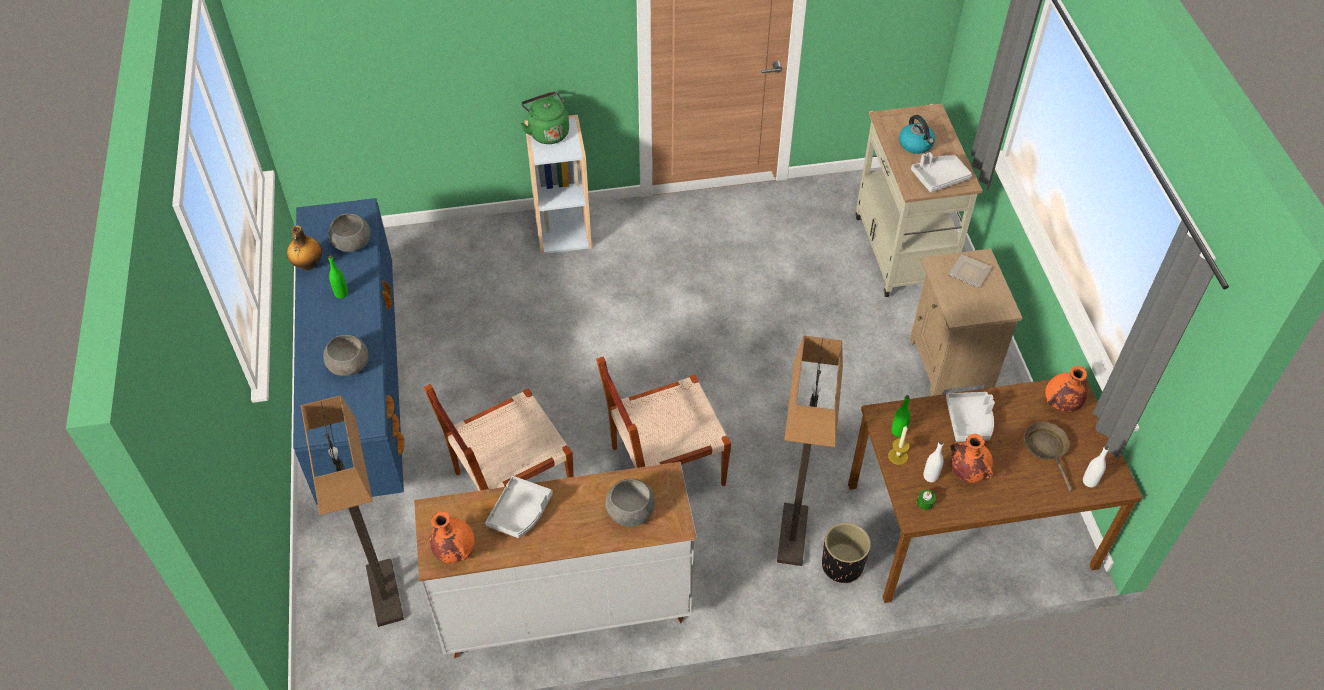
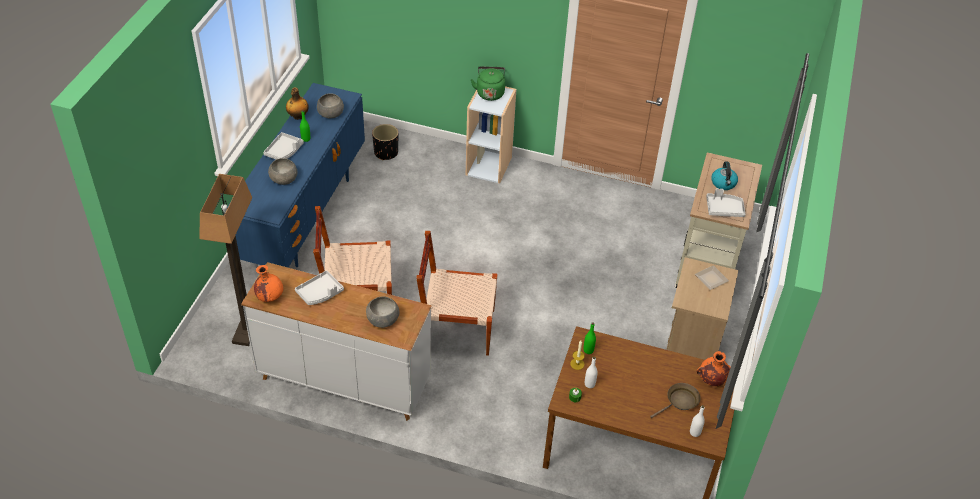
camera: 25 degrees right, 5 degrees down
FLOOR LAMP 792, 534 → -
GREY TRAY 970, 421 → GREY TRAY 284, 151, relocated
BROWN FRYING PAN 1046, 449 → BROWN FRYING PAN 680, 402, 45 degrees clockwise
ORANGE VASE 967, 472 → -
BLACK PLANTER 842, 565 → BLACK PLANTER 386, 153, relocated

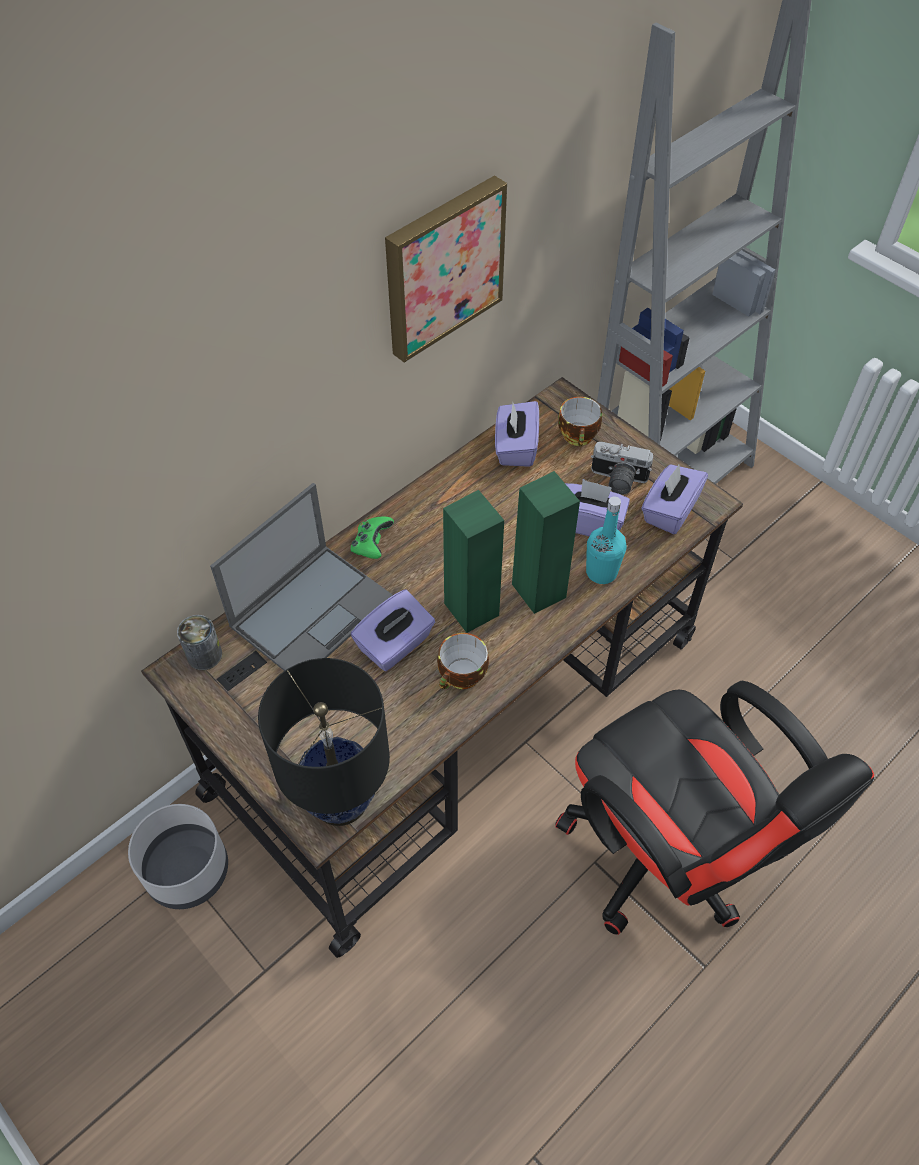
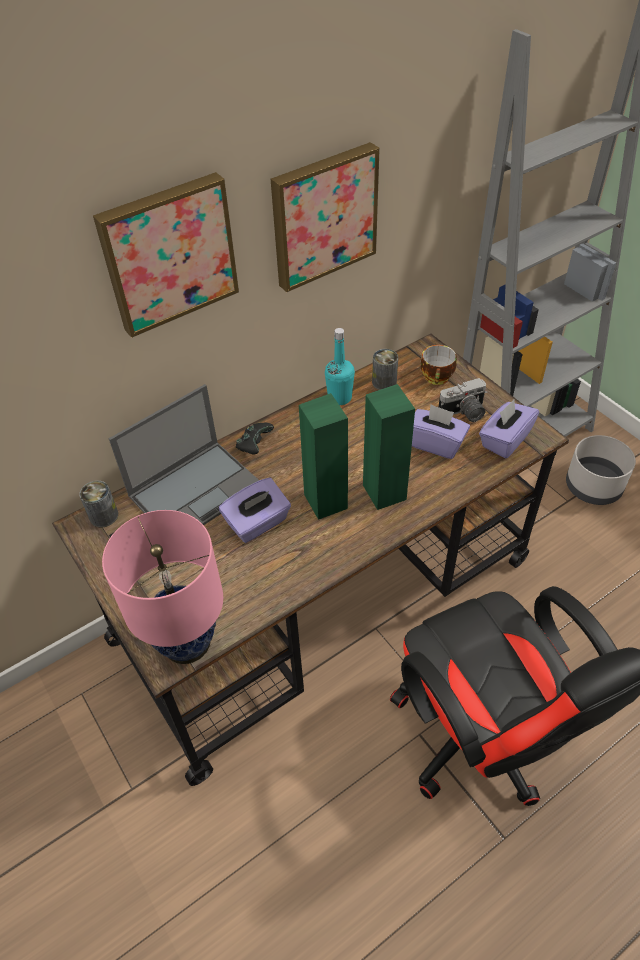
camera: 10 degrees right, 5 degrees down
PURPLE TISSUE BOX 515, 447 → CAN 384, 382
PHOTO CAMERA 617, 480 → PHOTO CAMERA 464, 413, 45 degrees counterclockwise
TURQUOISE BOTTLE 601, 572 → TURQUOISE BOTTLE 339, 397, relocated
GREEN GAME CONTROLLER 372, 545 → BLACK GAME CONTROLLER 254, 445
CUP 462, 677 → -
BLACK TABLE LAMP 340, 800 → PINK TABLE LAMP 187, 642
GREY PLANTER 188, 870 → GREY PLANTER 594, 486, relocated
- → PICTURE 168, 253

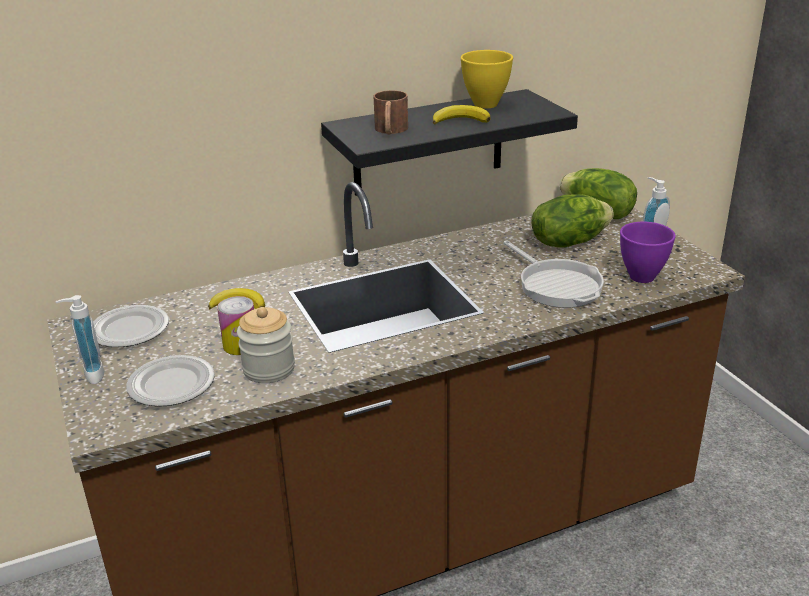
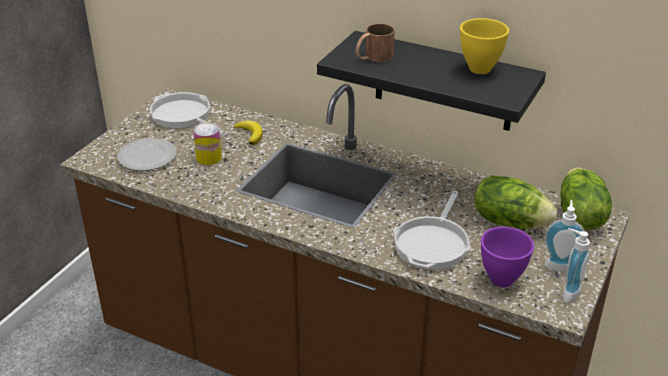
camera: 50 degrees right, 5 degrees up
BANANA 460, 120 → -
SOAP DISPENSER 90, 375 → SOAP DISPENSER 567, 291, relocated
PLATE 130, 330 → FRYING PAN 183, 116
JAR 269, 369 → -

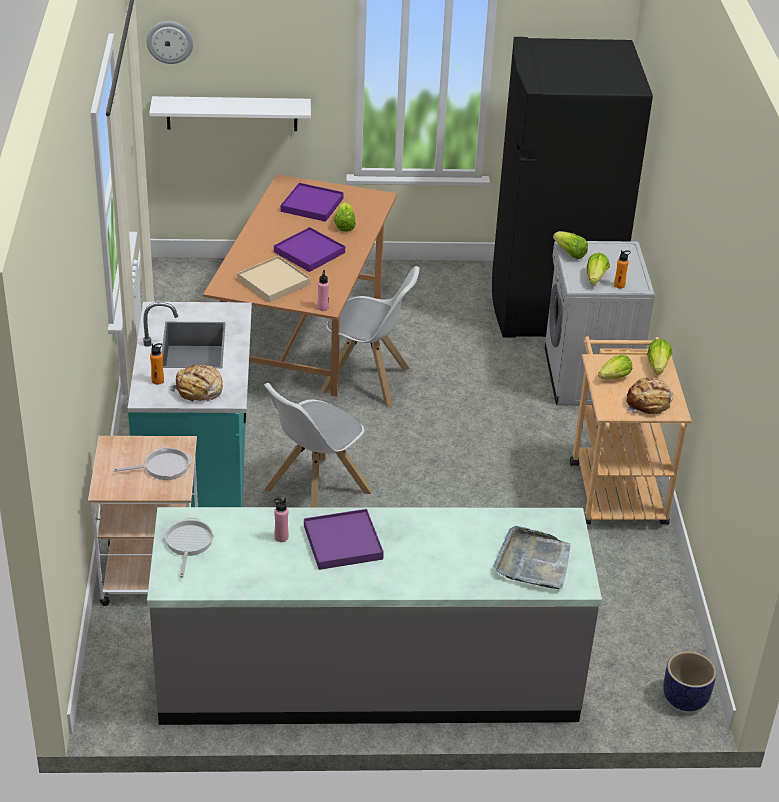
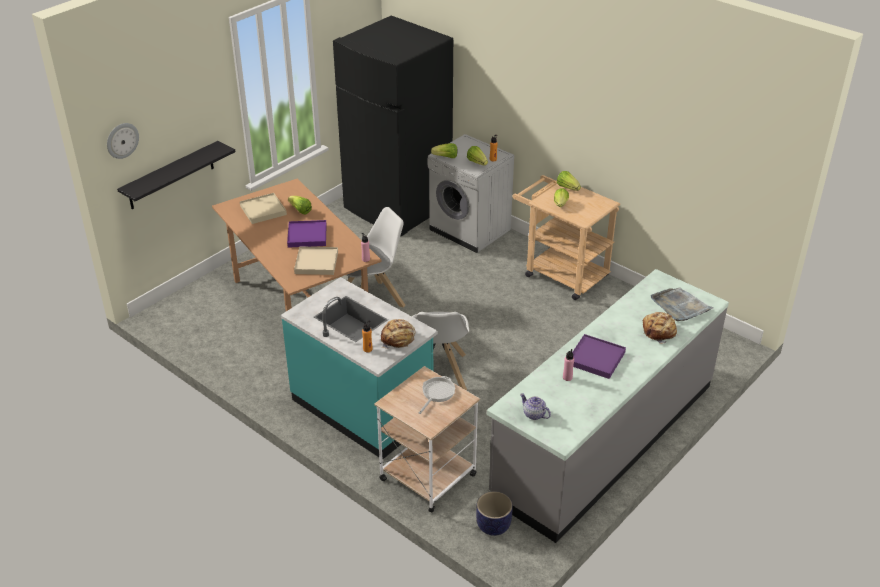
camera: 45 degrees left, 0 degrees up
WHITE SHELF 232, 113 → BLACK SHELF 171, 176
PURPLE TRAY 312, 205 → BEIGE TRAY 263, 210
BREAD 648, 403 → BREAD 659, 331, relocated
FRYING PAN 188, 543 → TEAPOT 534, 414
PLANTER 685, 698 → PLANTER 493, 525, relocated

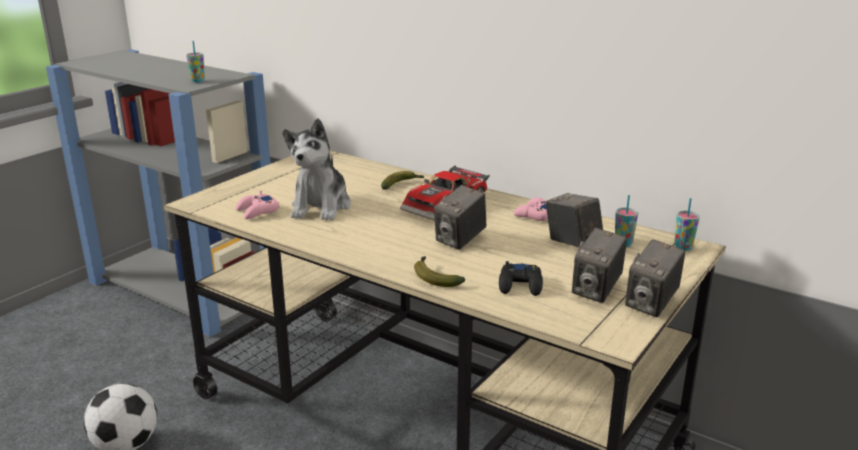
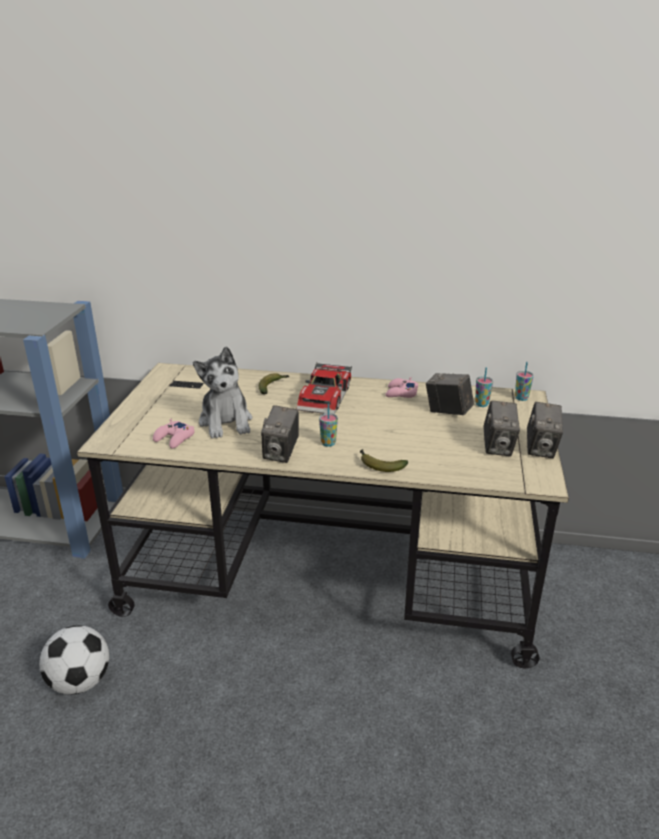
camera: 25 degrees left, 5 degrees up
CUP 198, 81 → CUP 328, 443, relocated
PHOTO CAMERA 460, 240 → PHOTO CAMERA 281, 453, relocated
BLACK GAME CONTROLLER 520, 285 → -

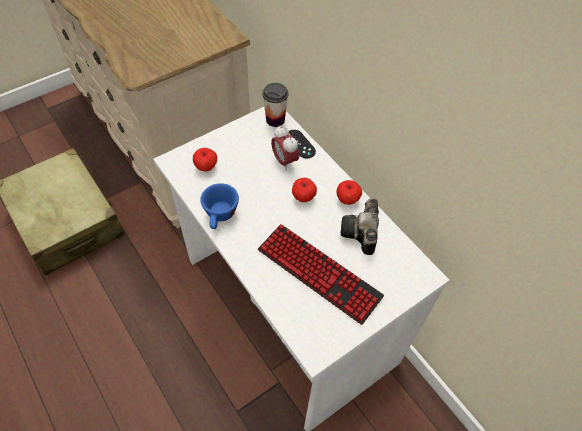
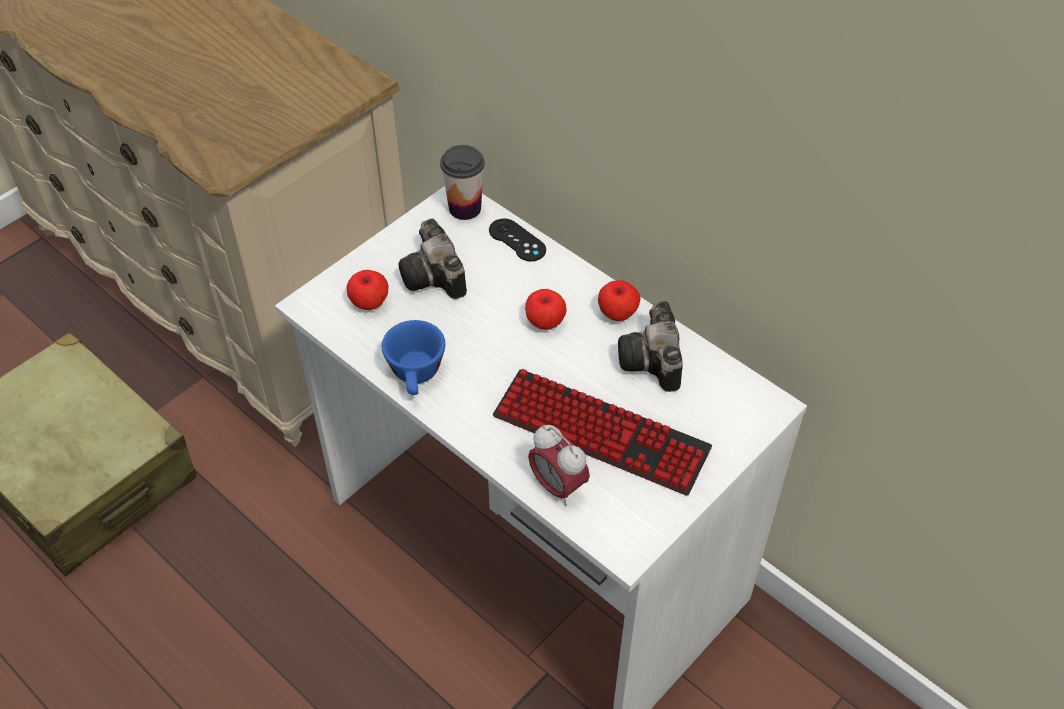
camera: 10 degrees left, 5 degrees down
ALARM CLOCK 284, 161 → ALARM CLOCK 557, 486, relocated
- → PHOTO CAMERA 435, 278

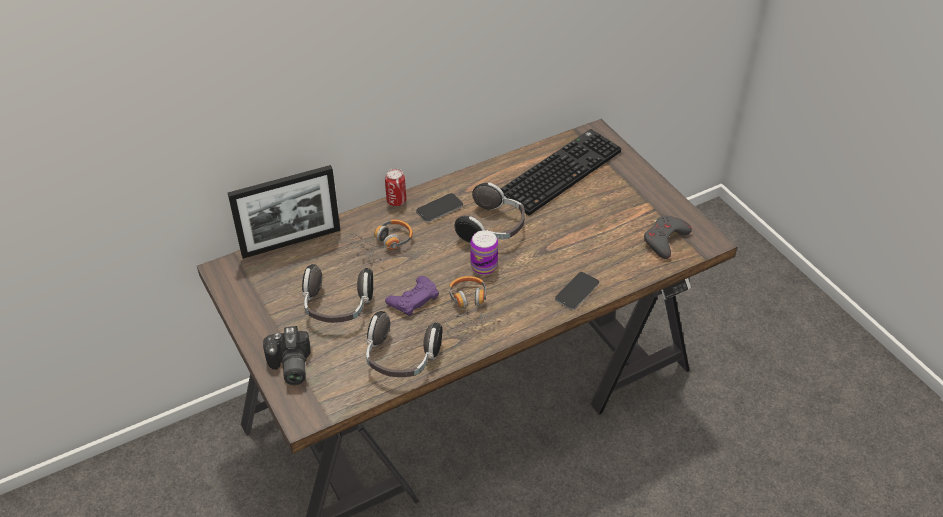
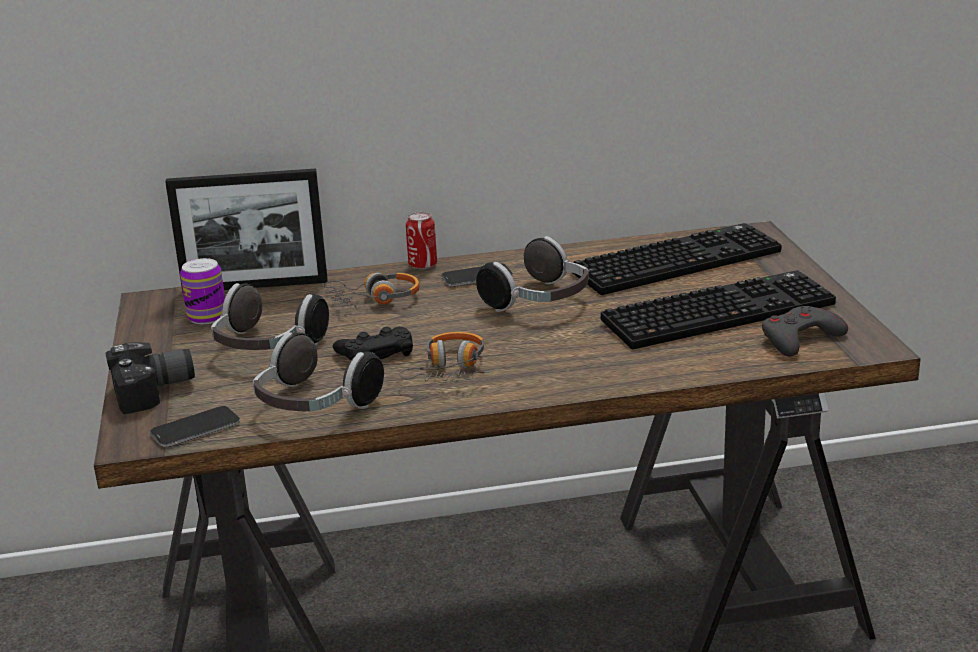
camera: 20 degrees right, 20 degrees down
CAN 484, 266 → CAN 207, 317, relocated
PHONE 577, 291 → PHONE 195, 428, relocated
PURPLE GAME CONTROLLER 413, 299 → BLACK GAME CONTROLLER 376, 352
PHOTO CAMERA 289, 367 → PHOTO CAMERA 155, 393, 120 degrees counterclockwise
- → KEYBOARD 718, 311

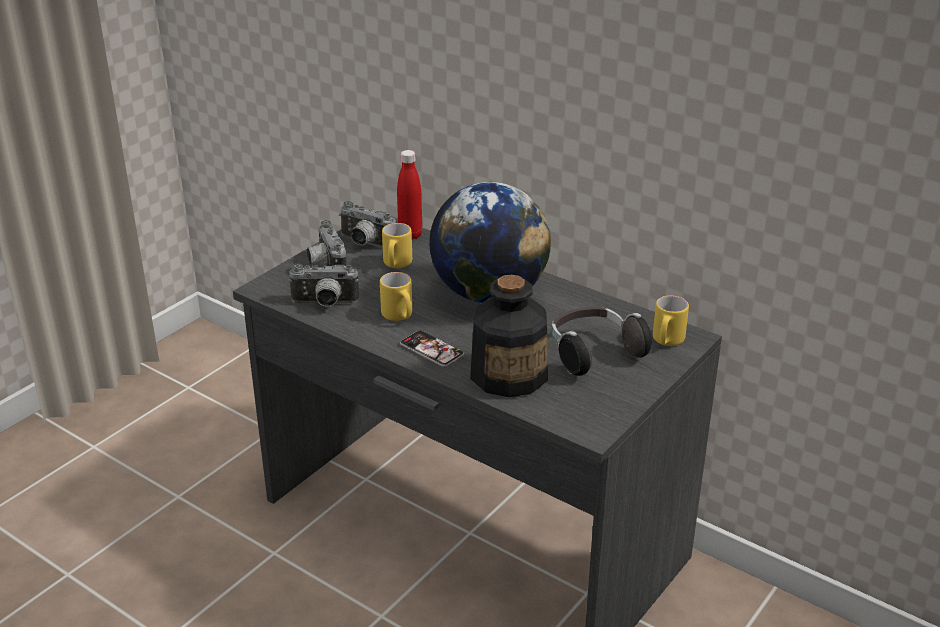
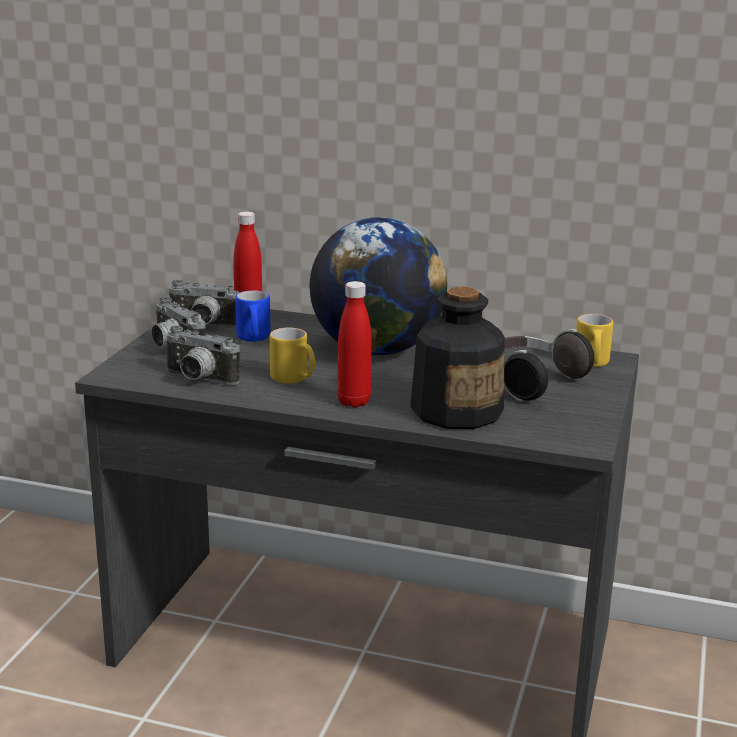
camera: 20 degrees left, 10 degrees down
YELLOW MUG 396, 265 → BLUE MUG 253, 339
PHOTO CAMERA 324, 304 → PHOTO CAMERA 198, 380, 45 degrees clockwise
PHONE 431, 350 → RED BOTTLE 354, 402

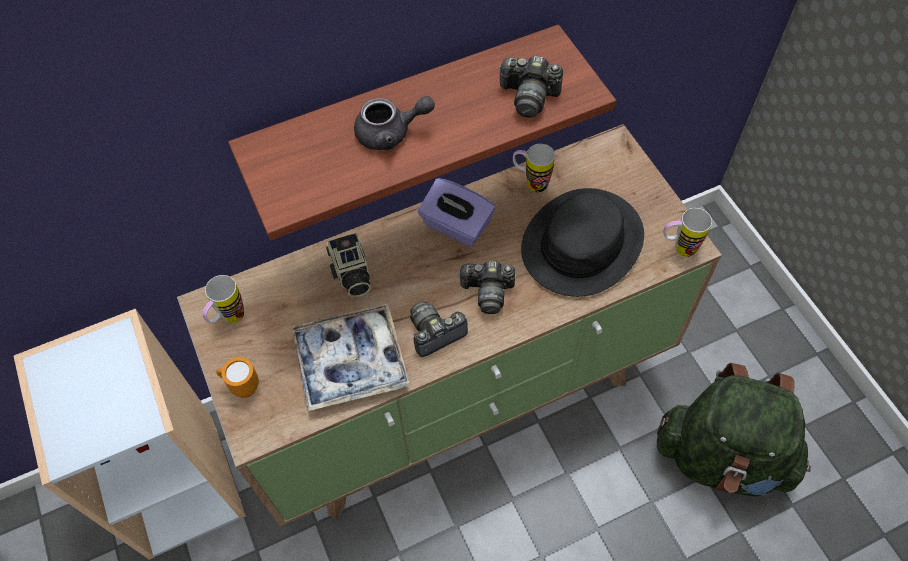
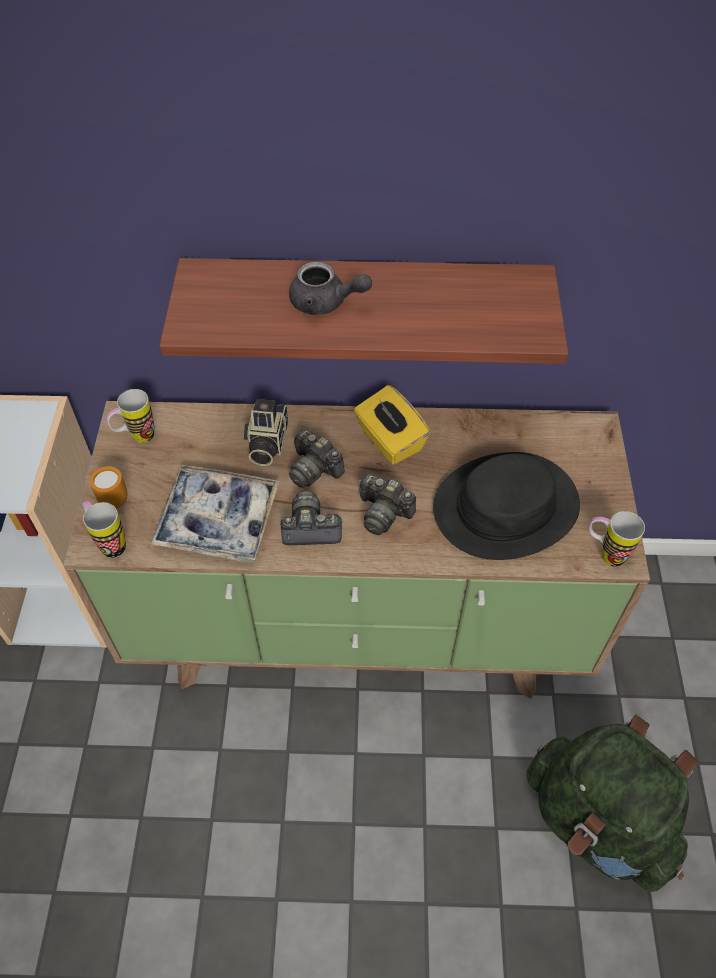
camera: 25 degrees right, 5 degrees down
PHOTO CAMERA 529, 96 → PHOTO CAMERA 314, 469, relocated
MUG 530, 183 → MUG 109, 542, relocated
PURPLE TISSUE BOX 456, 226 → YELLOW TISSUE BOX 390, 440

